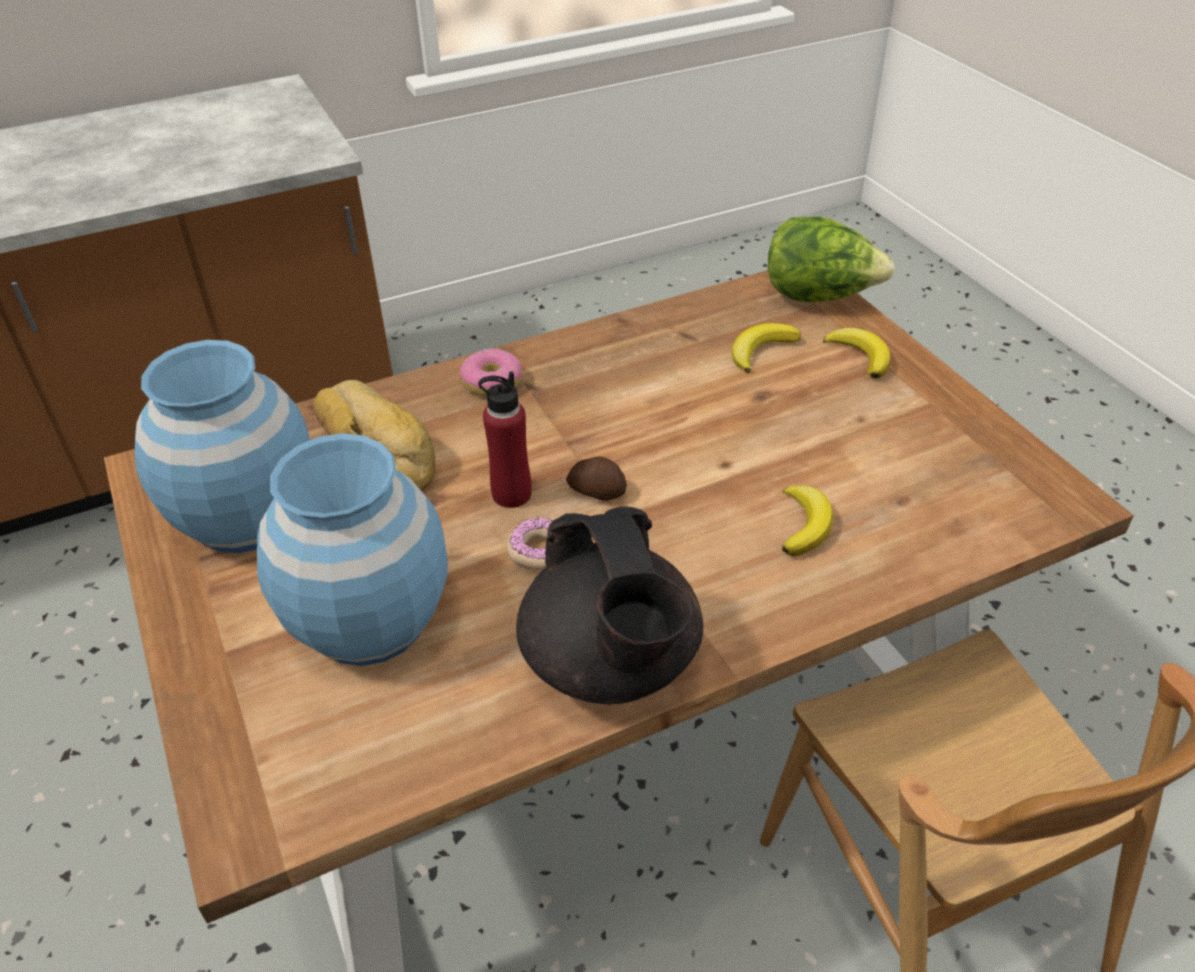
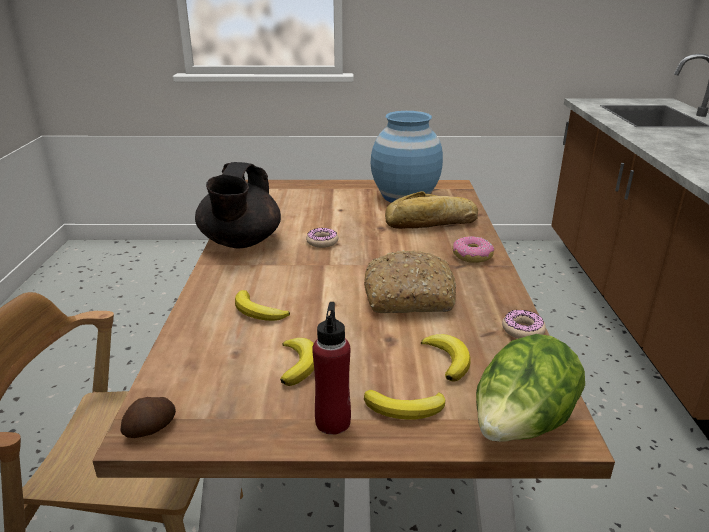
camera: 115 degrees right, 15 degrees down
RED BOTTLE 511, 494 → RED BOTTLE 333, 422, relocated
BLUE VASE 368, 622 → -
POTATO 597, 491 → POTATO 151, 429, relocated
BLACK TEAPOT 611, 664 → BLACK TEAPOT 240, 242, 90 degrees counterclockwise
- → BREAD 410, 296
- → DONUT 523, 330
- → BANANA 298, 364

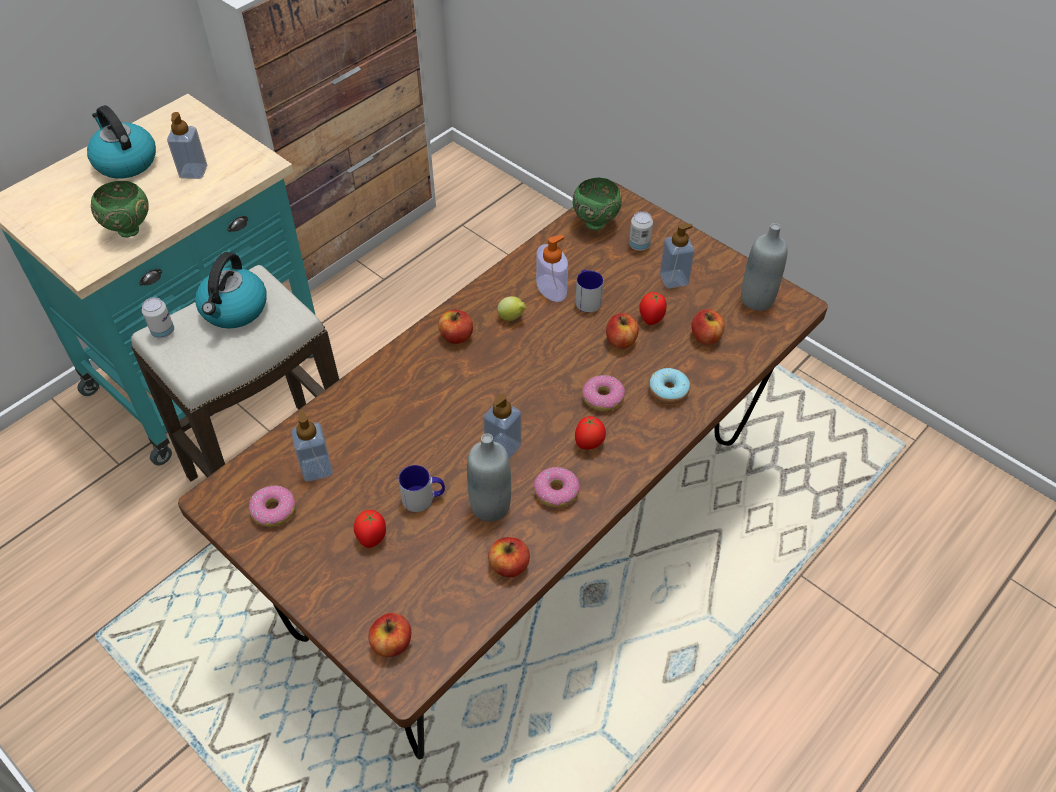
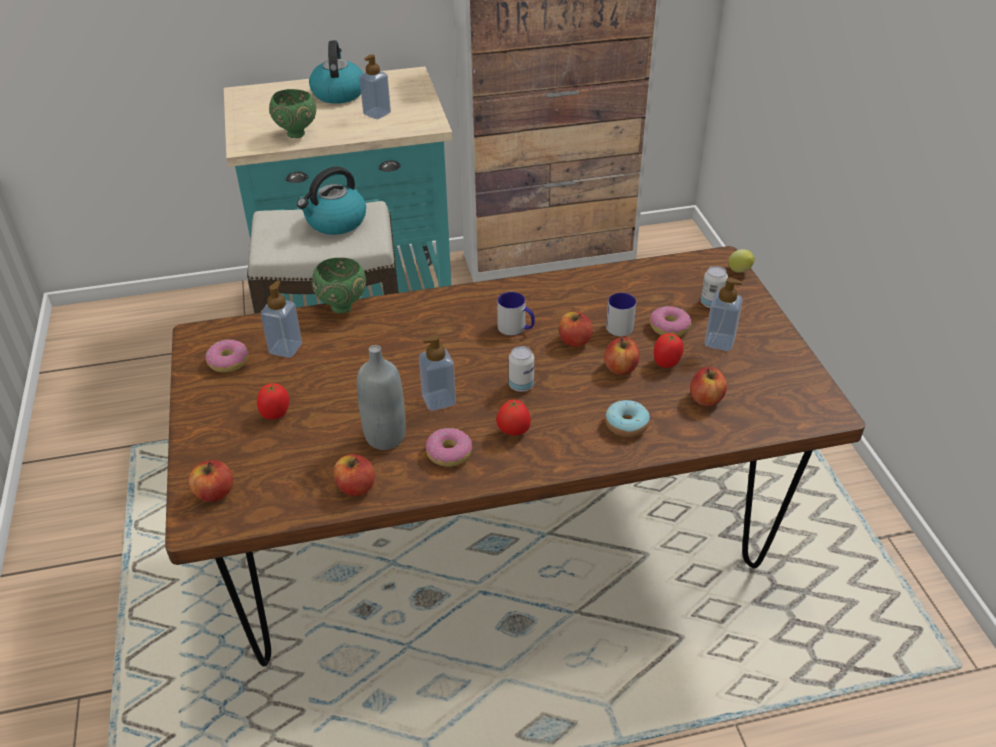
camera: 35 degrees right, 10 degrees down
GREEN BOWL 595, 223 → GREEN BOWL 343, 307, relocated
GREY BOTTLE 757, 300 → -
SOAP DISPENSER 551, 288 → -
LEMON 512, 318 → LEMON 740, 272, relocated
CAN 163, 332 → CAN 521, 386, relocated
APPLE 456, 336 → APPLE 574, 341, relocated
DONUT 603, 398 → DONUT 669, 327, relocated
MUG 423, 498 → MUG 516, 328, relocated

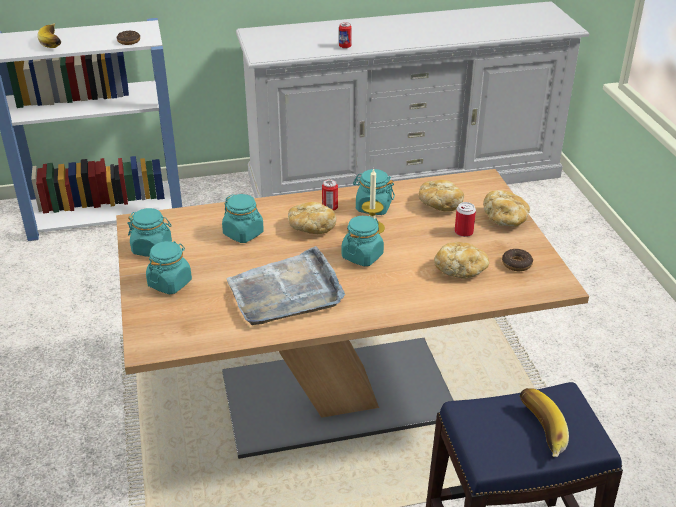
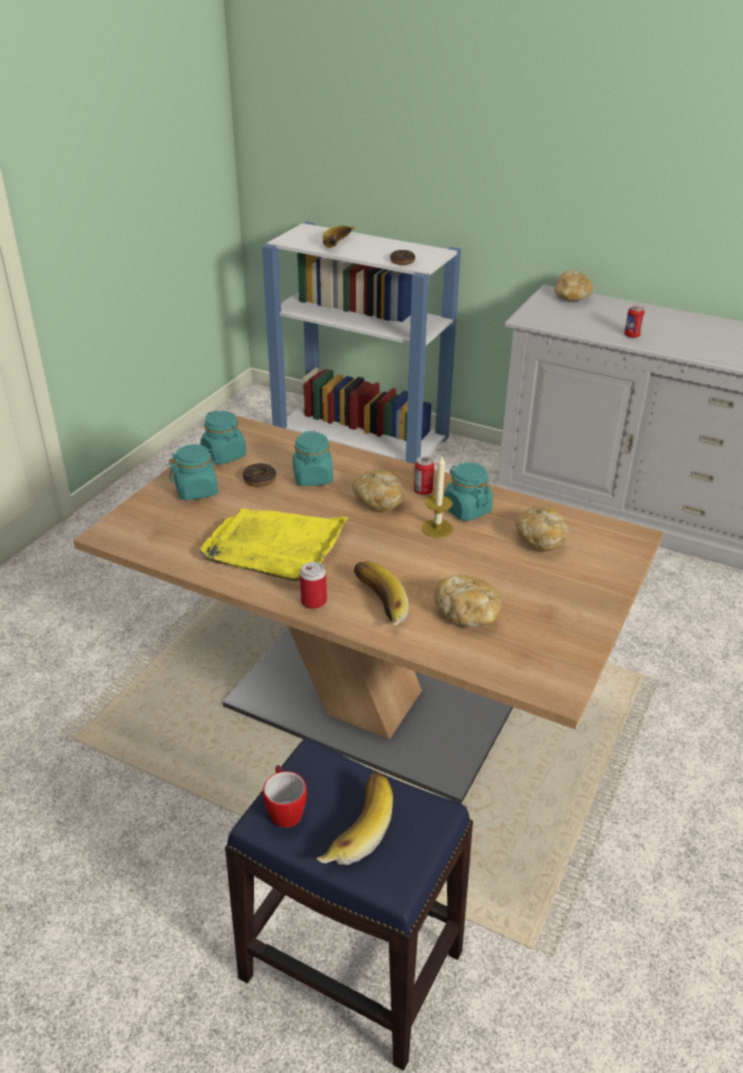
camera: 40 degrees right, 0 degrees up
BREAD 505, 219 → BREAD 571, 298, relocated
CAN 463, 232 → CAN 313, 601, relocated
TURQUOISE JAR 362, 256 → -
GREY TRAY 286, 292 → YELLOW TRAY 275, 546
DONUT 516, 264 → DONUT 259, 479, relocated
- → BANANA 377, 606
- → MUG 285, 809

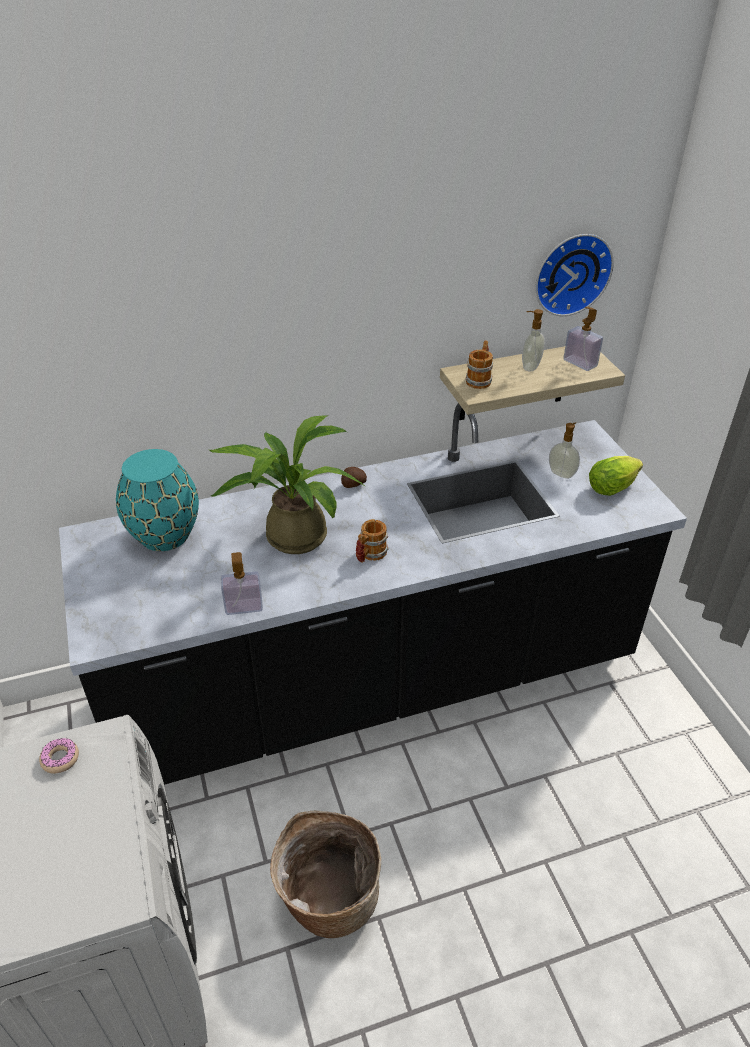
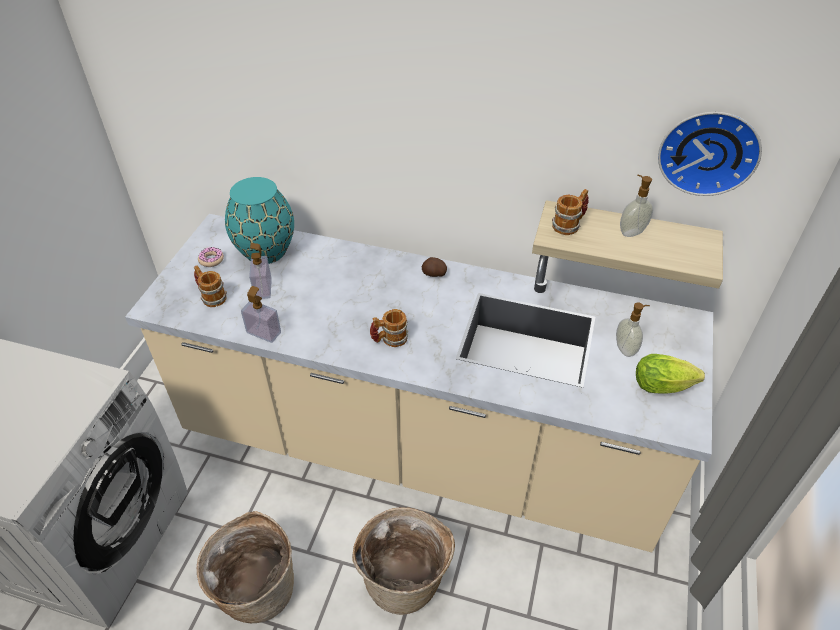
camera: 35 degrees right, 5 degrees up
SOAP DISPENSER 580, 363 → SOAP DISPENSER 263, 289, relocated
BLACK COUNTER 375, 682 → BEIGE COUNTER 420, 446
POTTED PLANT 290, 534 → -
DONUT 60, 759 → DONUT 211, 260, relocated
- → MUG 211, 296
- → BASKET 405, 577

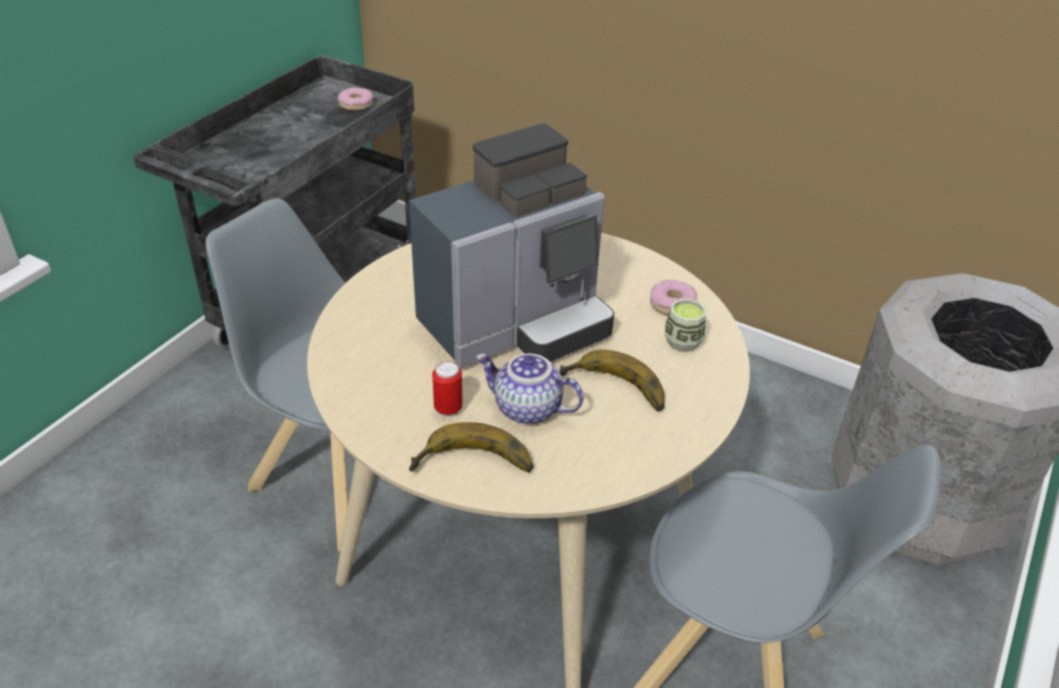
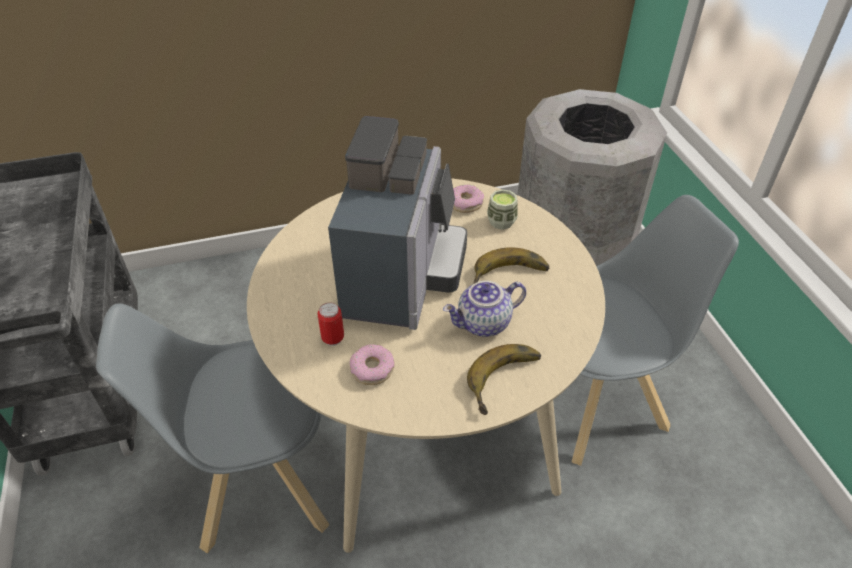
camera: 45 degrees left, 5 degrees up
DONUT 356, 104 → DONUT 372, 369, relocated
CAN 448, 409 → CAN 333, 338, relocated

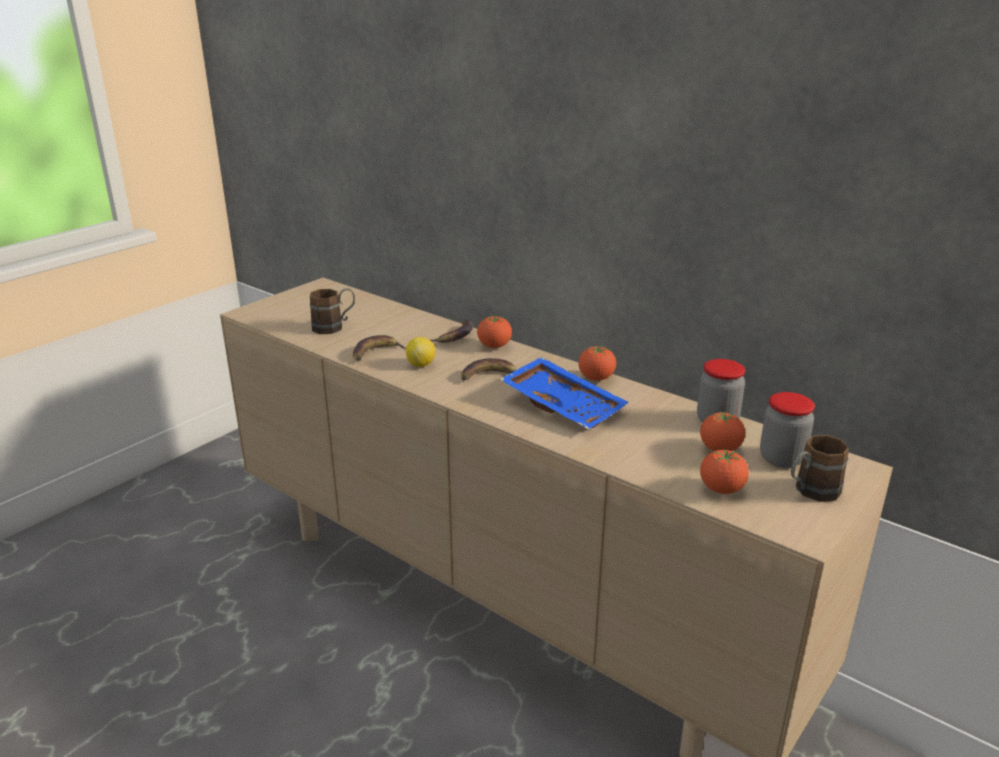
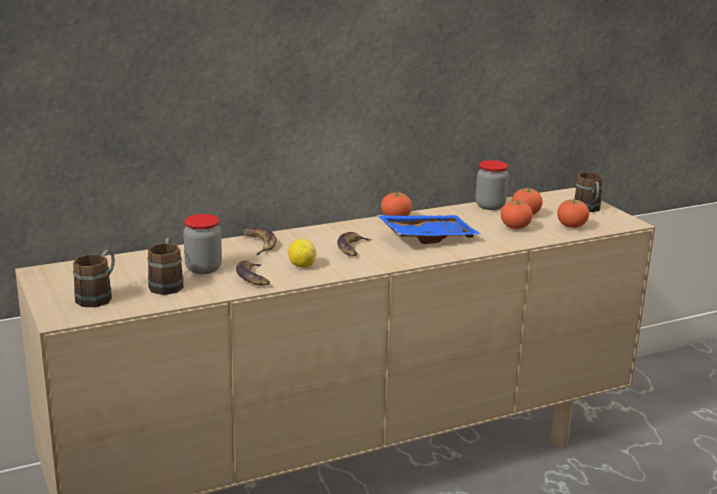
camera: 65 degrees left, 5 degrees down
TOMATO 494, 346 → TOMATO 515, 228, relocated
JAR 781, 458 → JAR 203, 268, relocated
- → BROWN MUG 99, 296

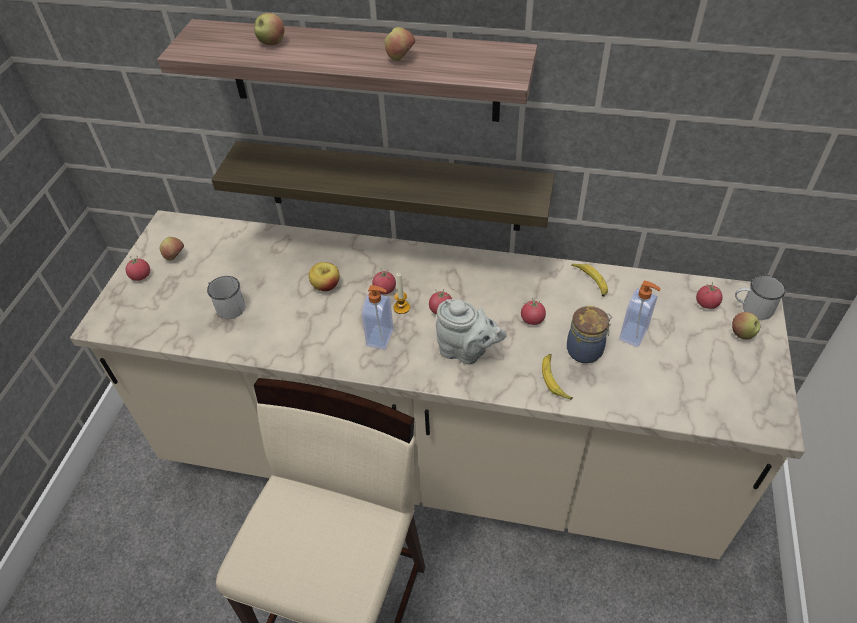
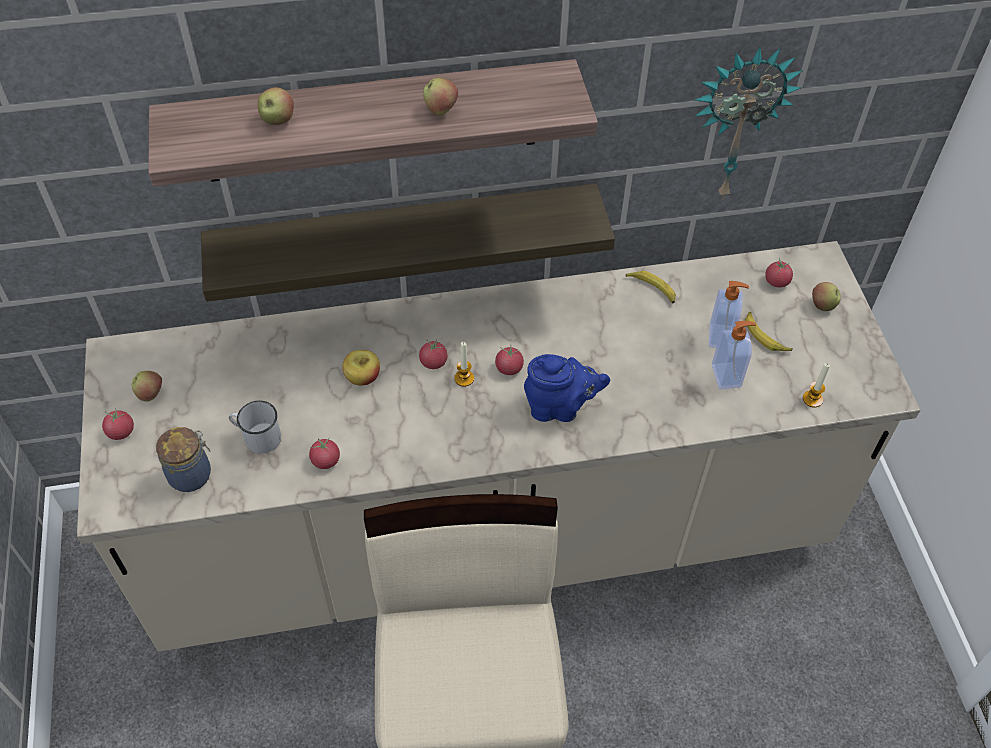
camera: 25 degrees left, 5 degrees up
WHITE MUG 752, 308 → -
SOAP DISPENSER 381, 338 → SOAP DISPENSER 727, 376, relocated
TOMATO 532, 319 → TOMATO 325, 460, relocated
GREY TEAPOT 466, 351 → BLUE TEAPOT 560, 407
JAR 586, 350 → JAR 192, 474, relocated
BANANA 555, 379 → BANANA 765, 336, relocated
- → WALL CLOCK 737, 122
- → CANDLE 812, 399

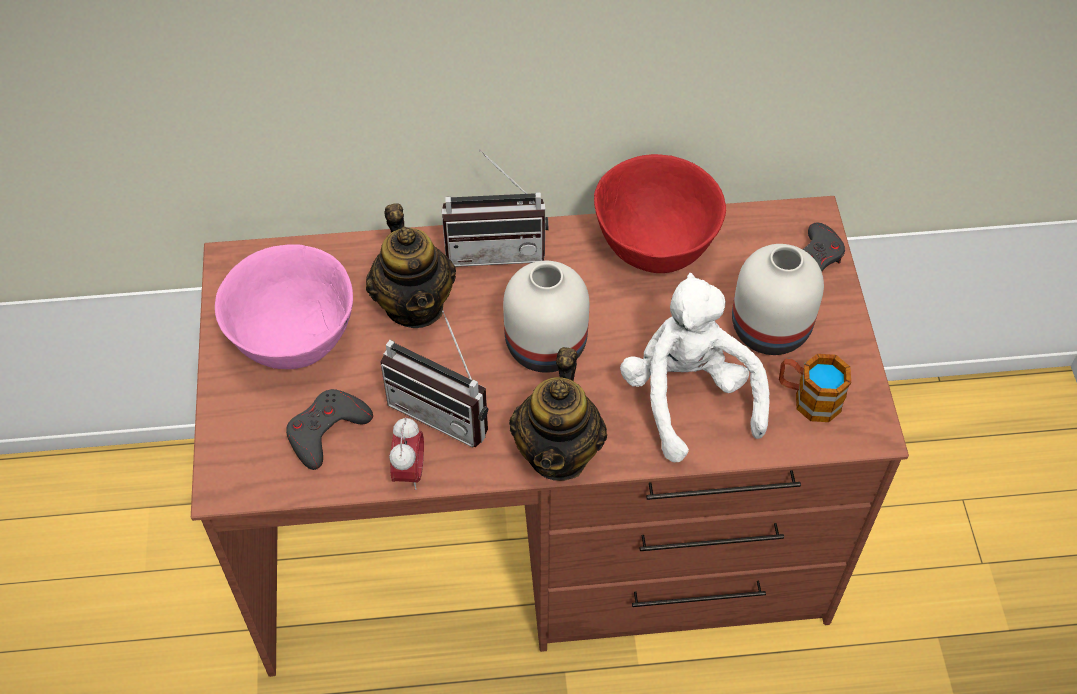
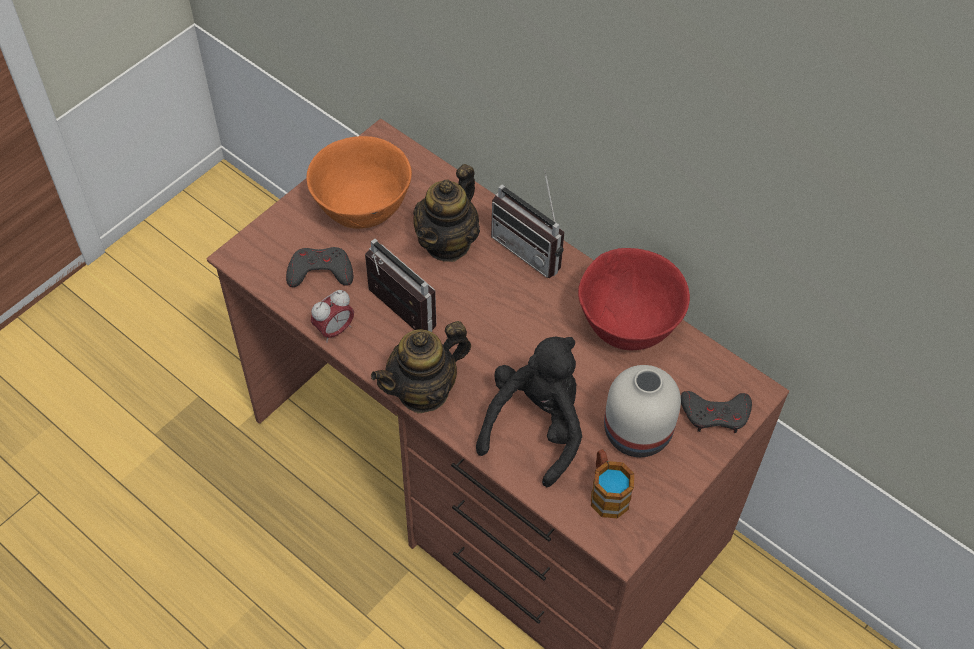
camera: 45 degrees right, 0 degrees up
PINK BOWL 296, 340 → ORANGE BOWL 362, 210
WHITE VASE 547, 346 → -
WHITE PLUSH TOY 688, 396 → BLACK PLUSH TOY 536, 427
RADIO 445, 409 → RADIO 393, 314, 150 degrees clockwise

